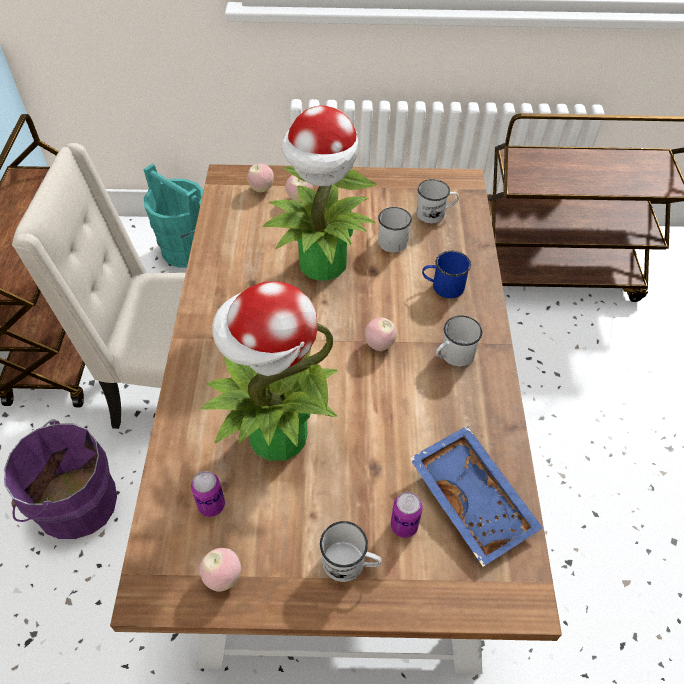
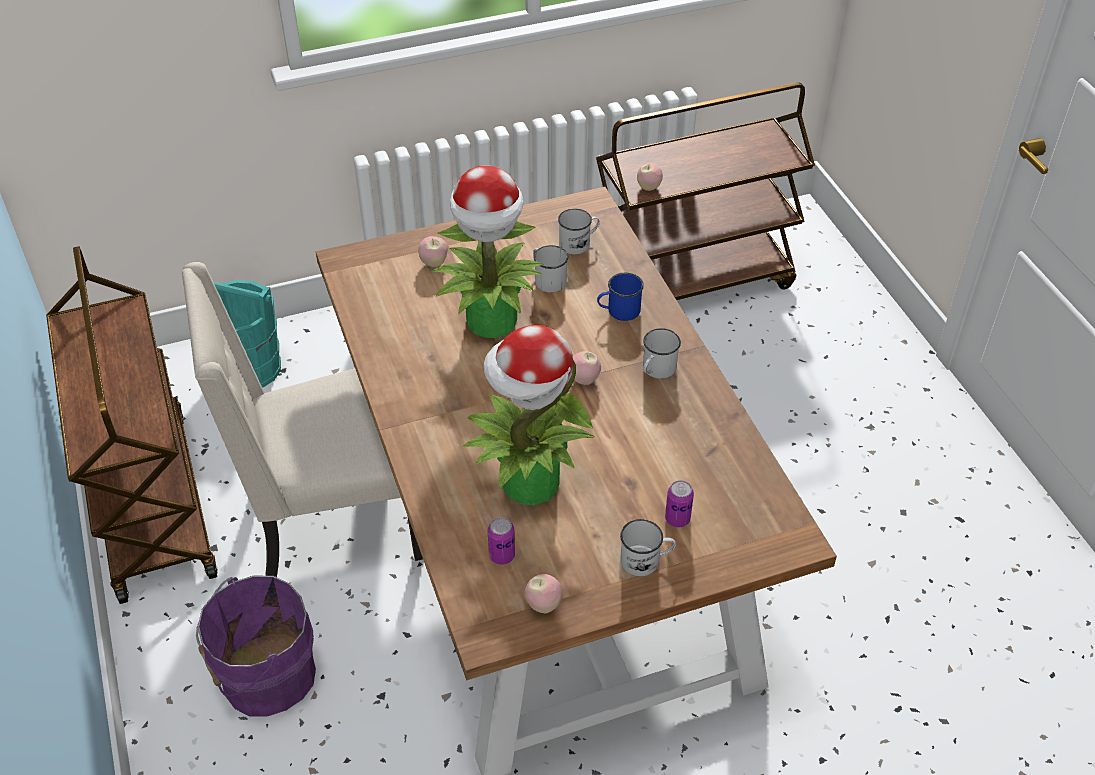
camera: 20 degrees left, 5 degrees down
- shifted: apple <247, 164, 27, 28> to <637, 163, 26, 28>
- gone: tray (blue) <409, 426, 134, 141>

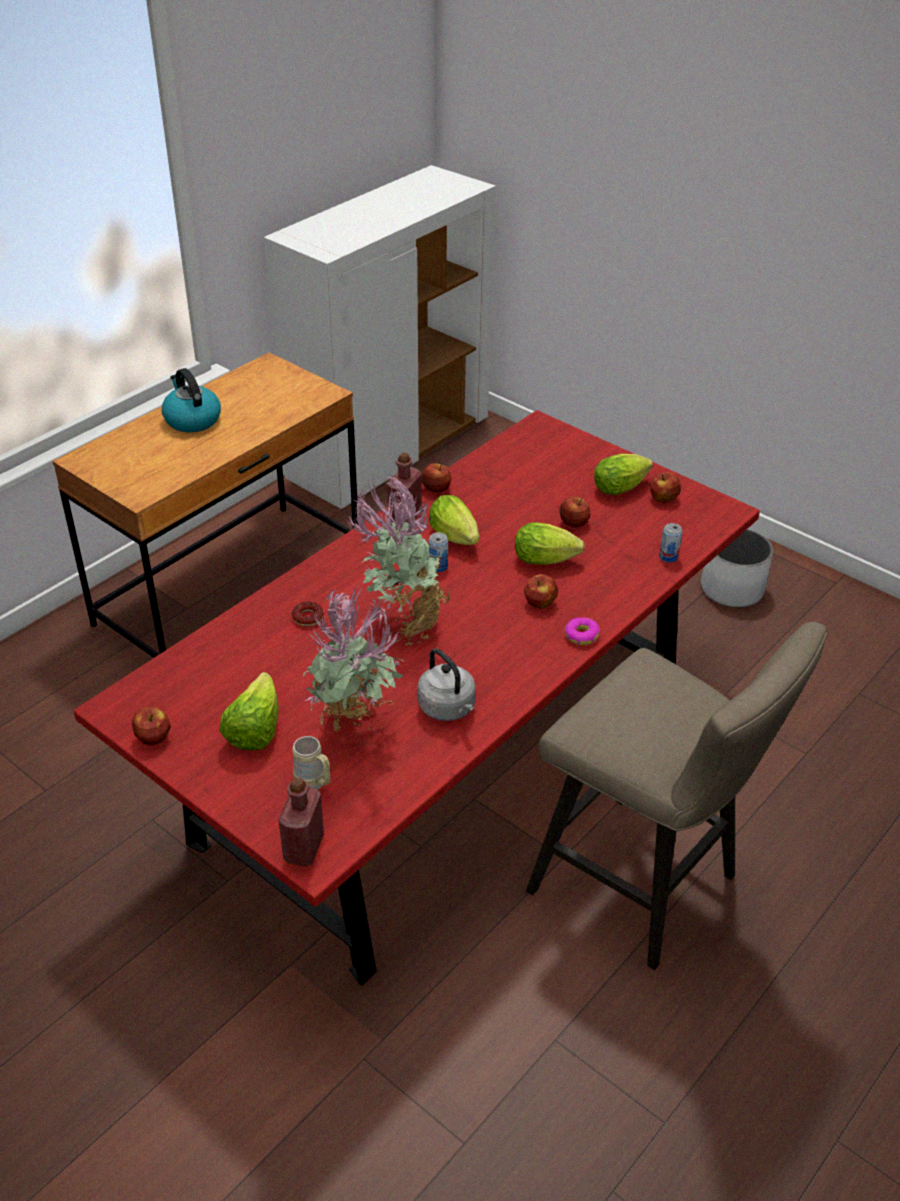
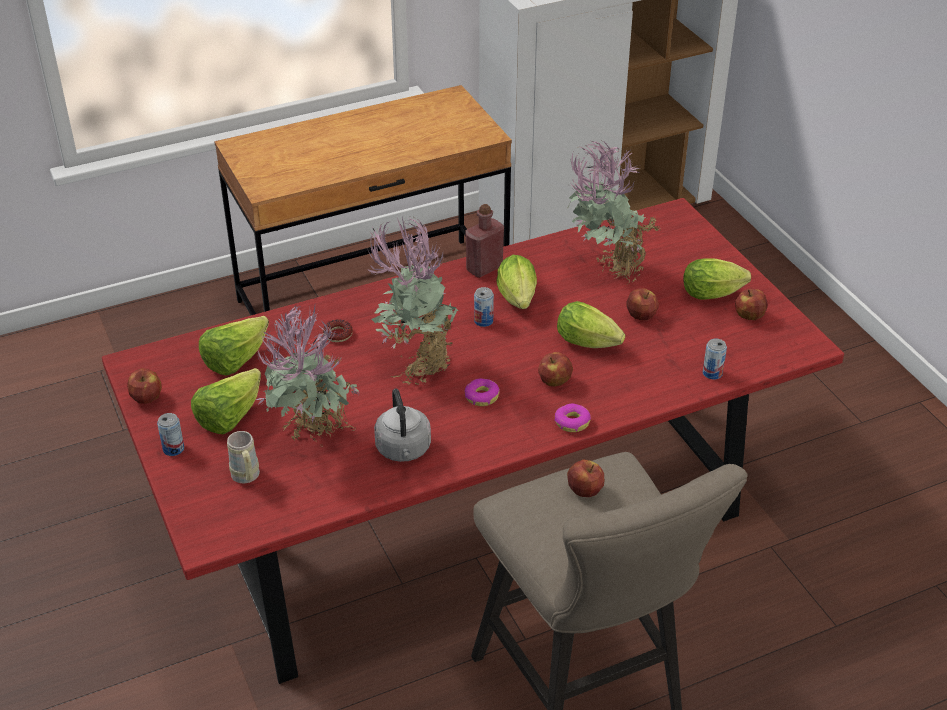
camera: 25 degrees right, 0 degrees up
- new: can <157, 413, 27, 43>
- new: lettuce <199, 316, 70, 60>
- new: donut <464, 378, 36, 28>
- new: potted plant <567, 141, 94, 143>
- shifted: apple <422, 463, 29, 30> to <567, 459, 37, 38>
- gone: kettle <162, 368, 59, 64>
- gone: bottle (red) <278, 777, 46, 89>
- gone: planter (white) <701, 529, 72, 78>

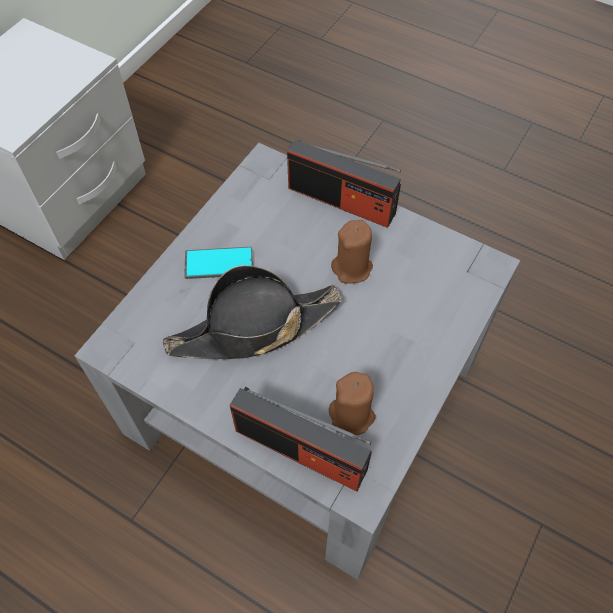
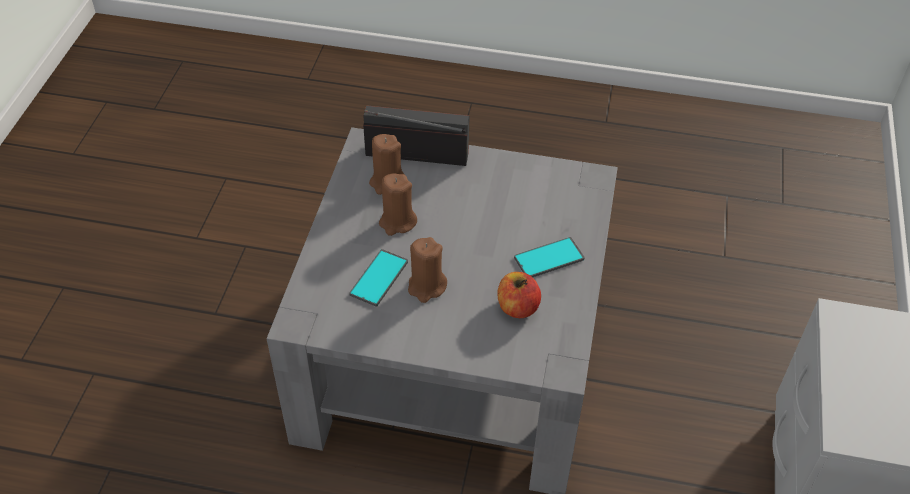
camera: 160 degrees right, 10 degrees down
- new: phone <349, 249, 59, 58>
- new: candle (brown) <379, 173, 38, 63>
- new: apple <497, 272, 44, 46>
- gone: hat (black) <163, 265, 179, 95>
- gone: radio <287, 139, 114, 89>

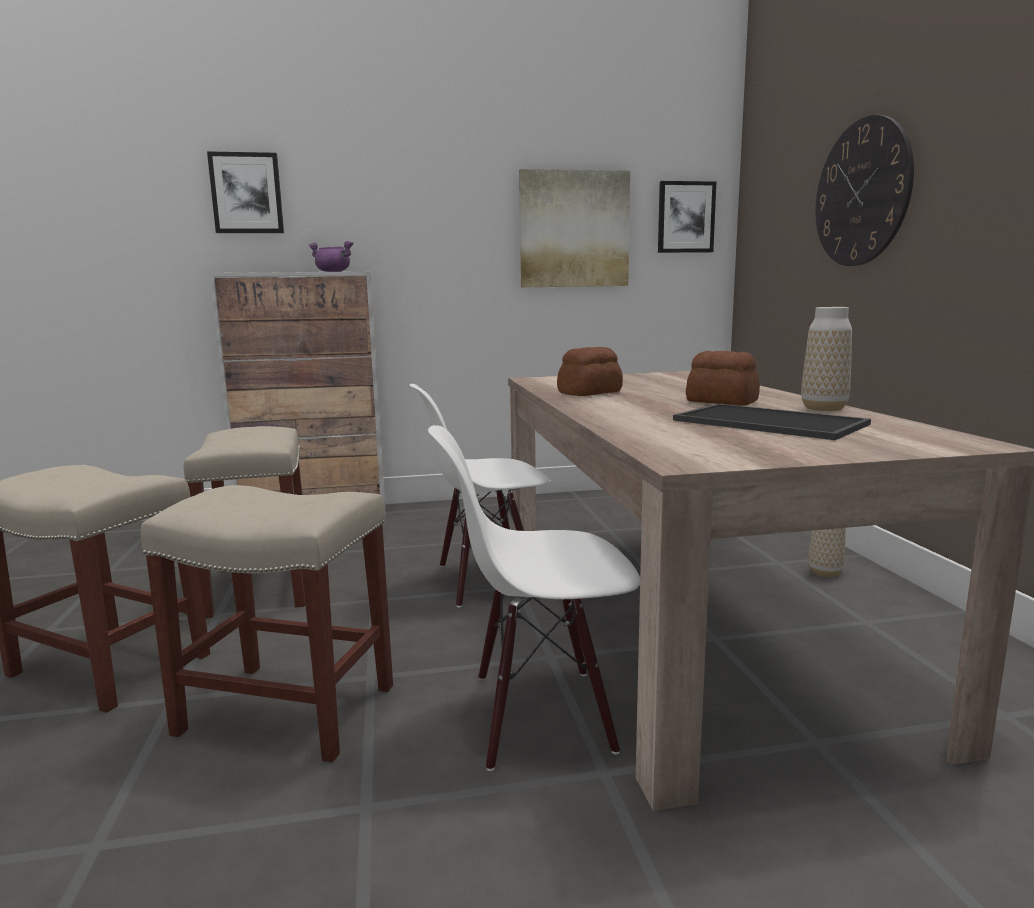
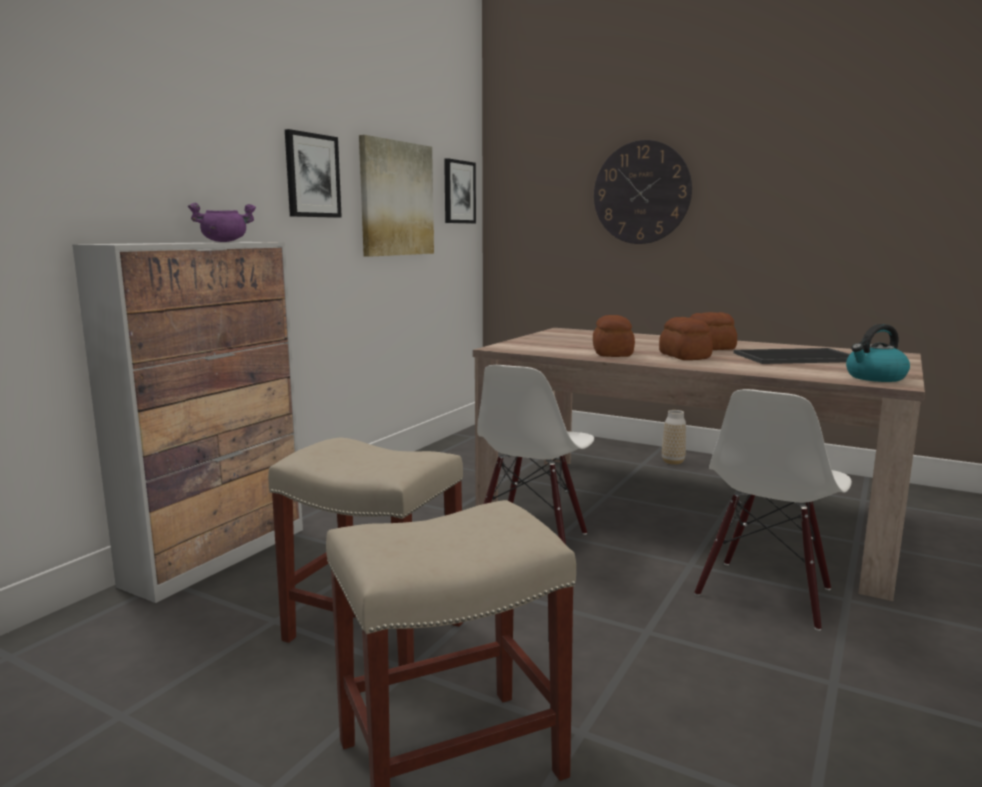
camera: 50 degrees left, 0 degrees up
- shifted: picture <207, 151, 77, 82> to <285, 129, 57, 89>
- new: bread <659, 317, 54, 43>
- new: kettle <846, 324, 64, 58>
- gone: stool (beige) <141, 485, 252, 278>
- gone: vase <801, 307, 51, 104>

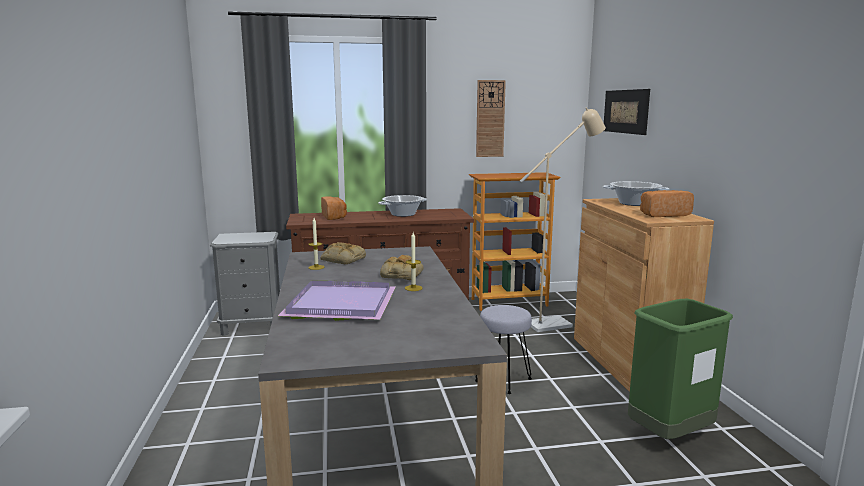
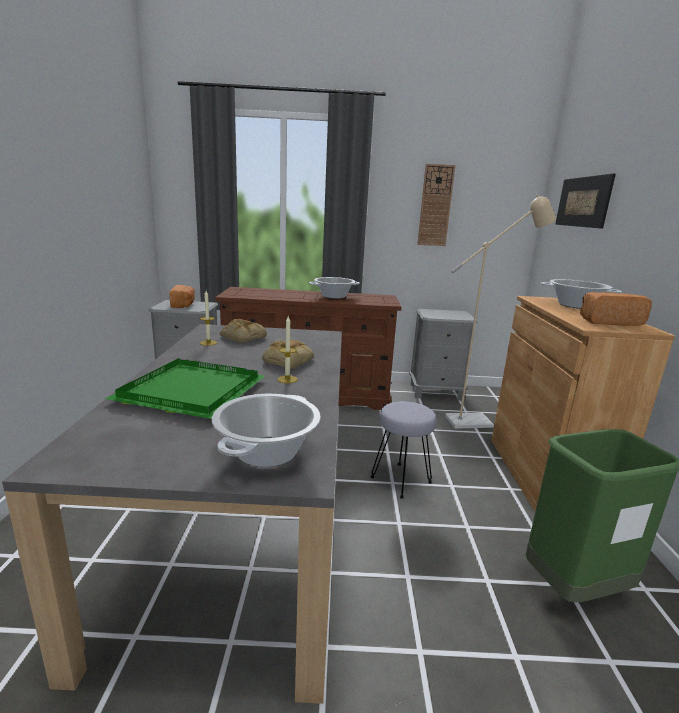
camera: 10 degrees right, 5 degrees up
- repainted: tray (purple) <278, 280, 118, 41> to tray (green) <105, 358, 160, 61>
- shifted: bread <321, 197, 26, 23> to <169, 285, 26, 23>
- new: cooking pot <212, 394, 109, 73>
- swapped: bookcase <469, 172, 91, 139> to nightstand (grey) <409, 309, 69, 92>

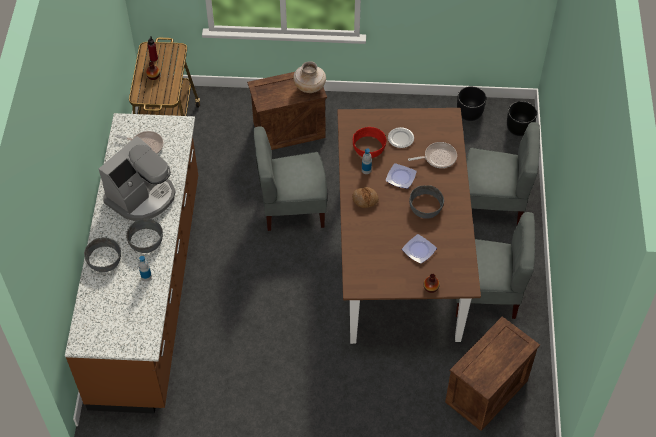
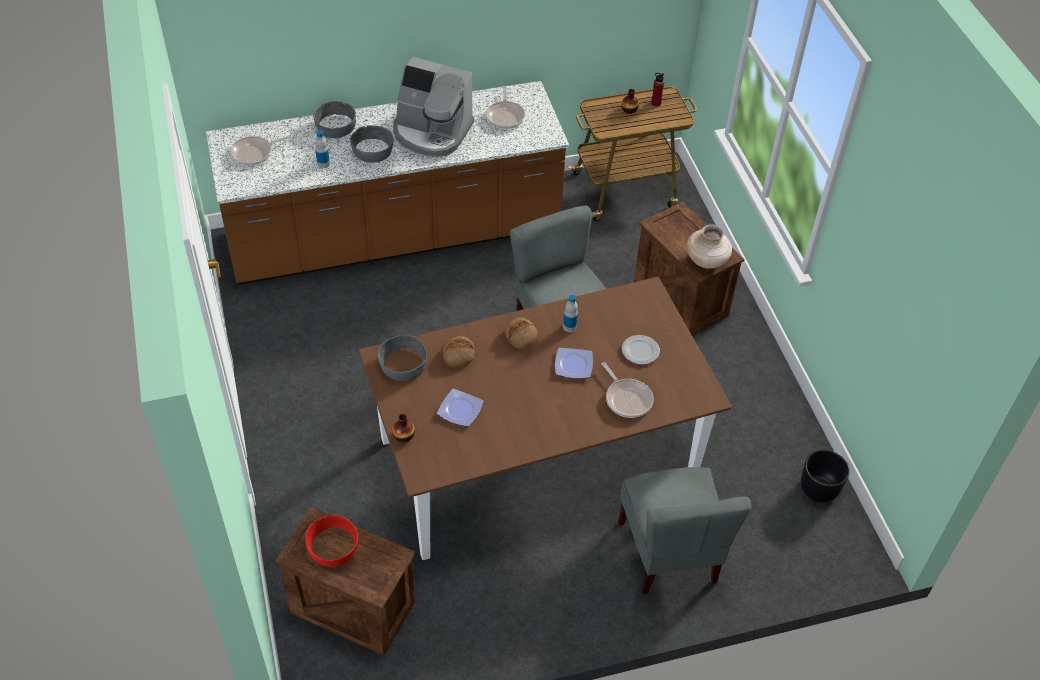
camera: 70 degrees right, 5 degrees down
- new: frying pan <230, 135, 62, 31>
- shifted: bowl (red) <353, 127, 33, 31> to <306, 515, 52, 52>
- shifted: bowl (grey) <409, 185, 35, 34> to <377, 335, 50, 46>
- new: bread <443, 336, 32, 31>
- gone: chair (grey) <456, 212, 80, 107>
- gone: planter (black) <507, 101, 30, 35>

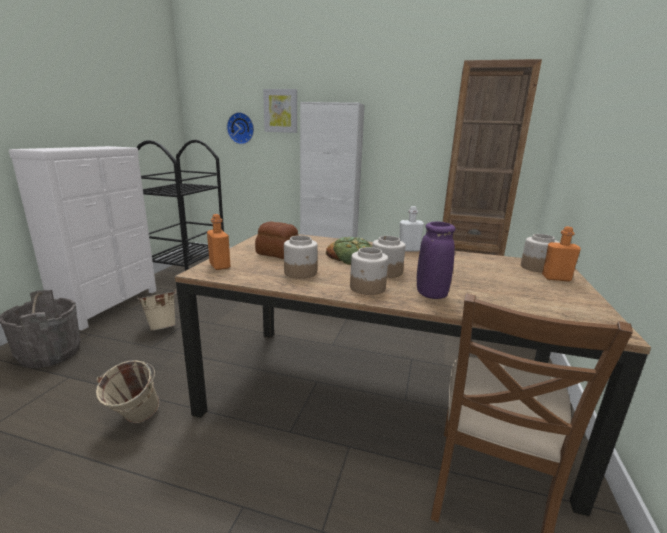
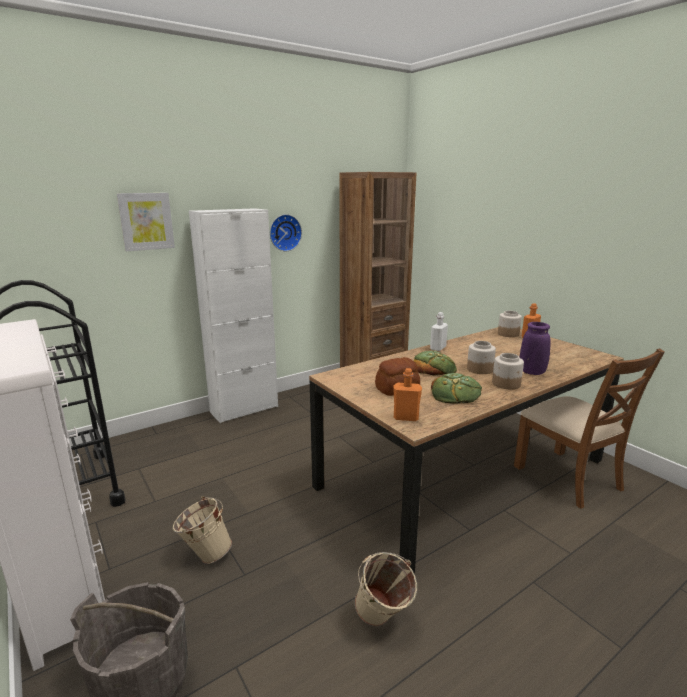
camera: 50 degrees left, 0 degrees up
- shifted: wall clock <227, 112, 27, 32> to <270, 214, 32, 37>
- swapped: jar <284, 235, 34, 44> to bread <431, 373, 51, 31>

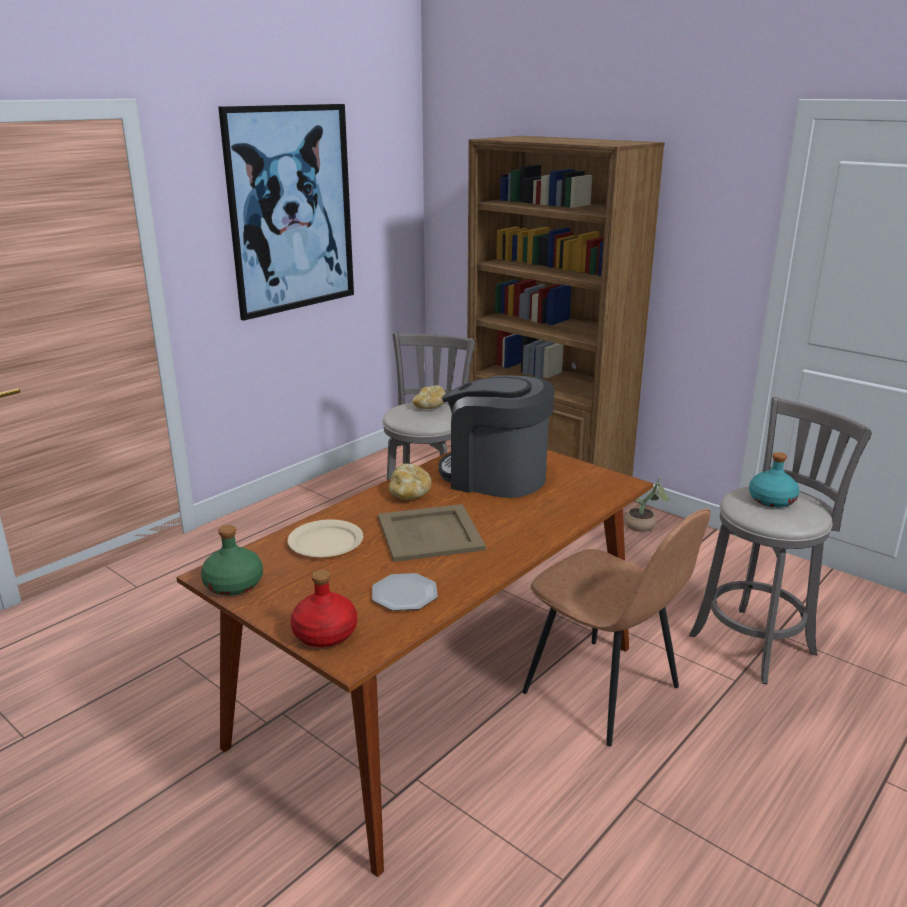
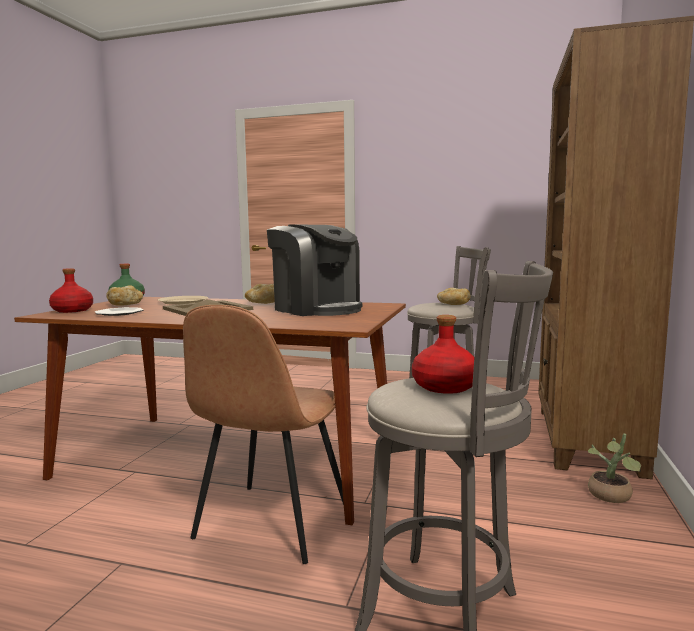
camera: 65 degrees right, 15 degrees down
- new: bread <106, 285, 37, 21>
- rotated: coffee machine <438, 375, 116, 123> = <267, 225, 95, 91> 135 degrees clockwise
- repainted: bottle (turquoise) <749, 452, 50, 56> to bottle (red) <412, 315, 63, 79>
- gone: picture <218, 104, 136, 217>

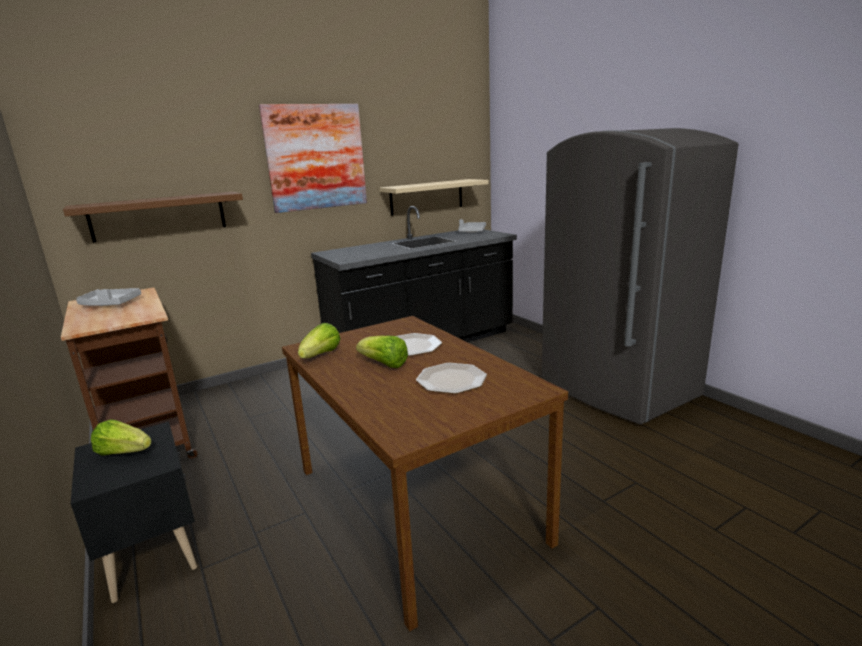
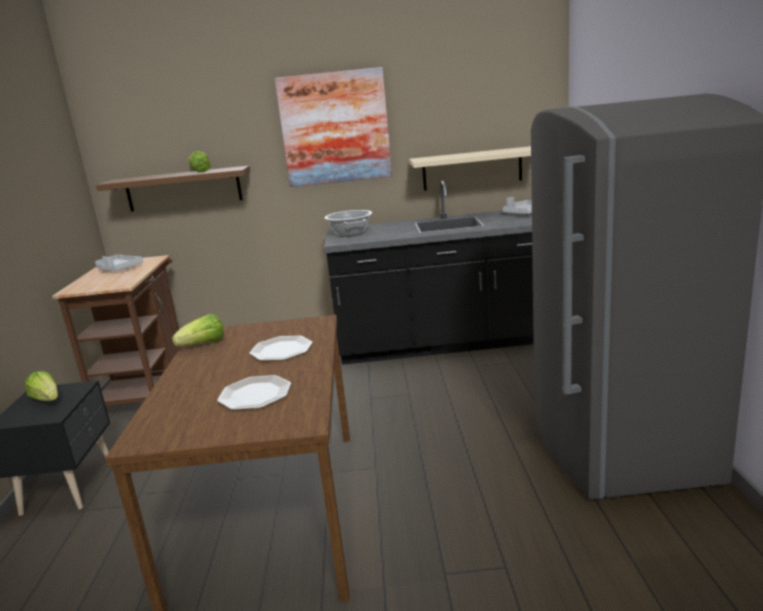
camera: 30 degrees right, 0 degrees up
- shifted: lettuce <356, 336, 52, 32> to <189, 151, 22, 21>
- new: cooking pot <325, 210, 47, 27>

